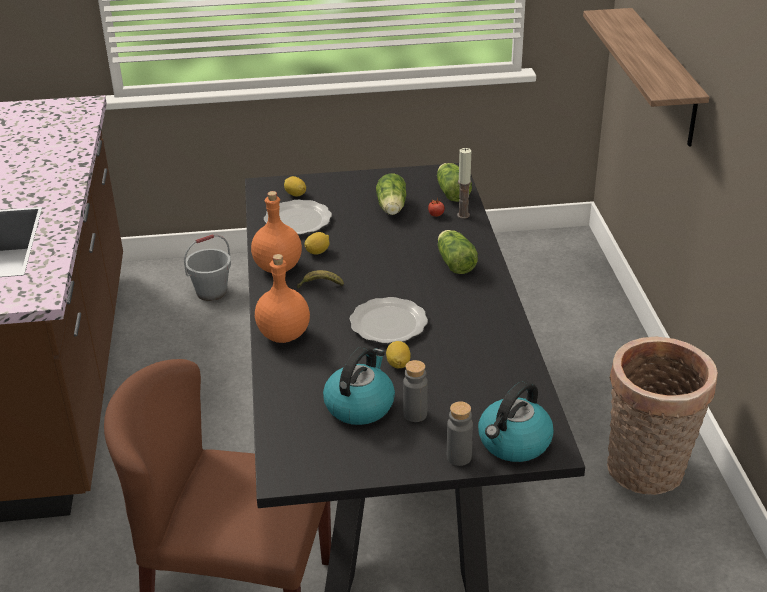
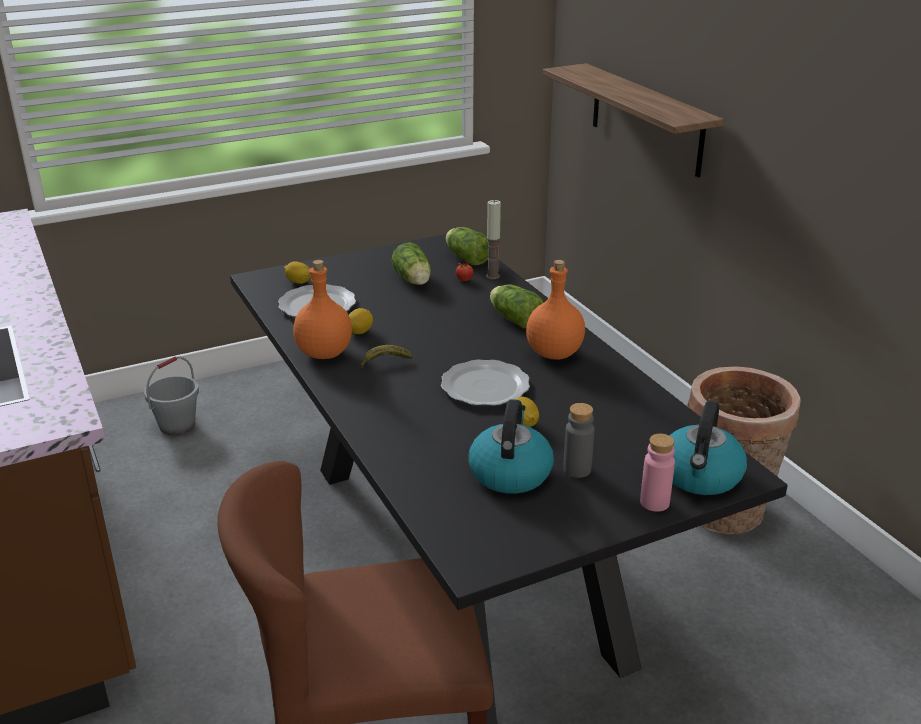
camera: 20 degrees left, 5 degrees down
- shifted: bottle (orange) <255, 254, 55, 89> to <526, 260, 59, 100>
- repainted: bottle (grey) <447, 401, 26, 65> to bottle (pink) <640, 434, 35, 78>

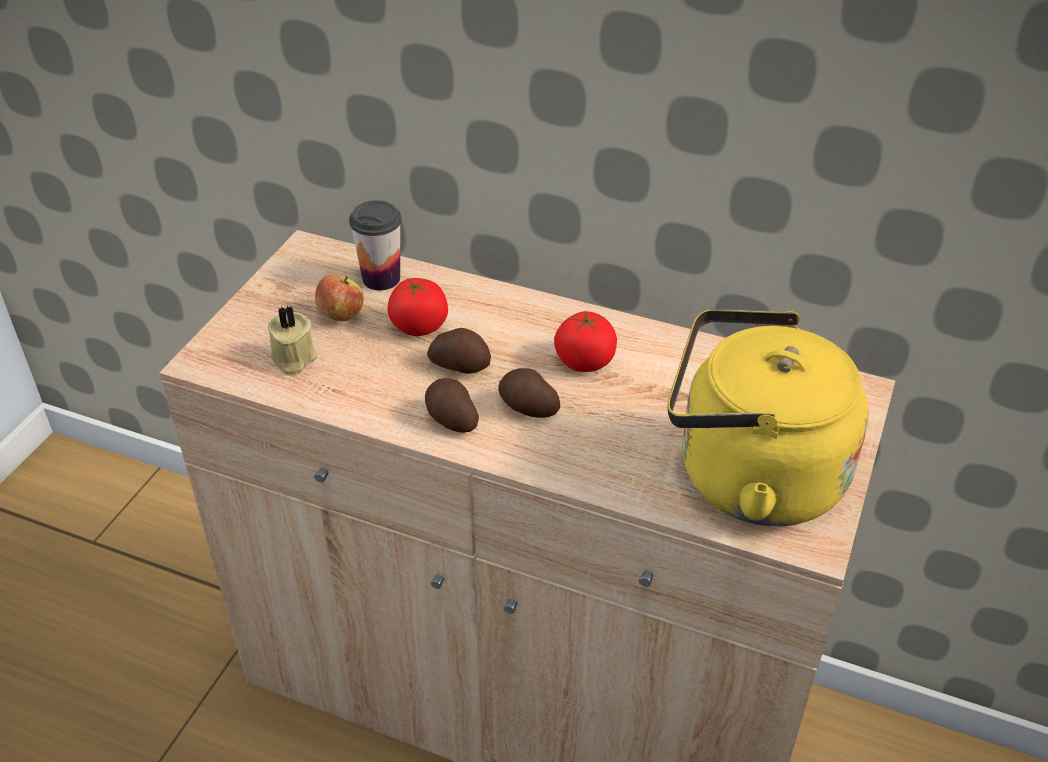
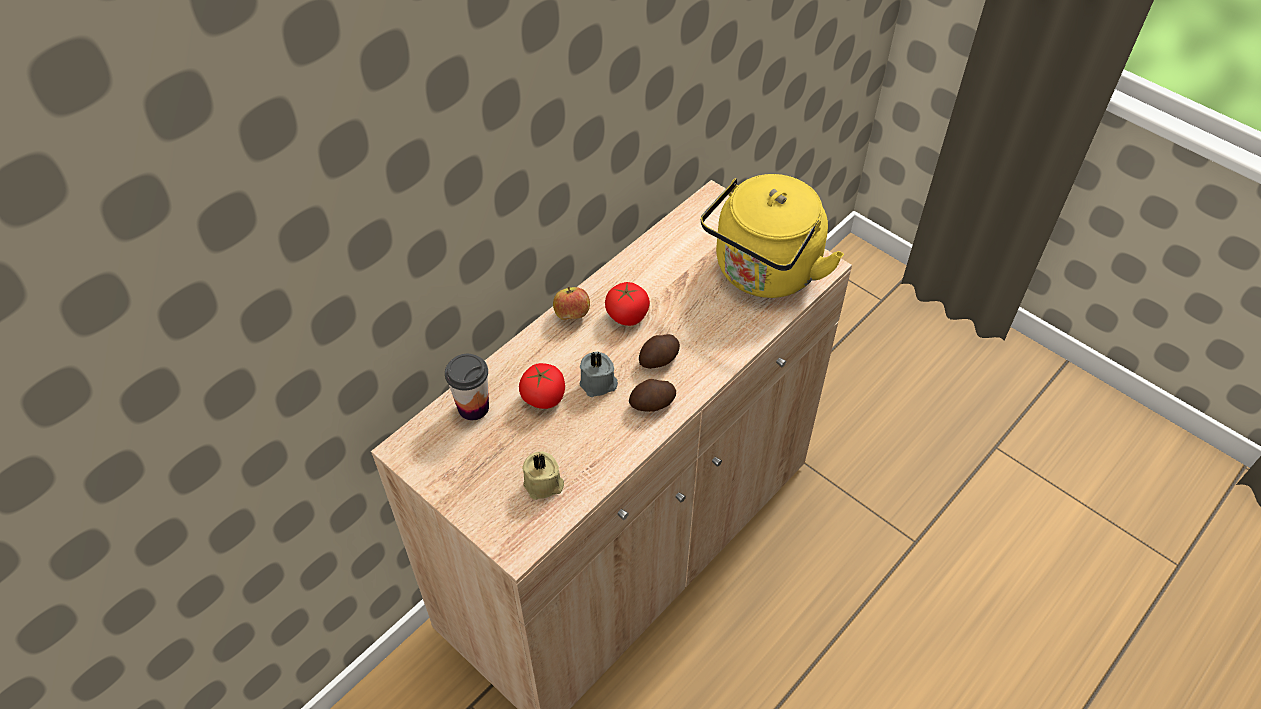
camera: 70 degrees left, 10 degrees up
- shifted: apple <315, 274, 49, 47> to <553, 287, 37, 33>
- swapped: potato <427, 328, 64, 46> to candle (grey) <580, 352, 38, 45>

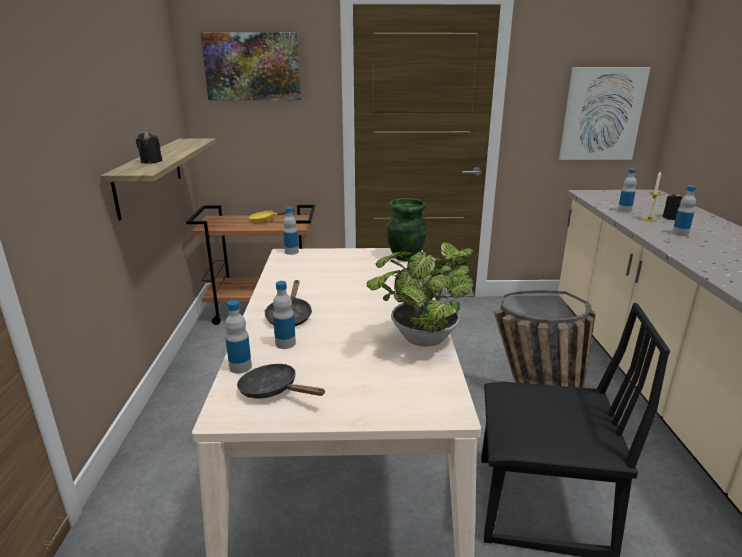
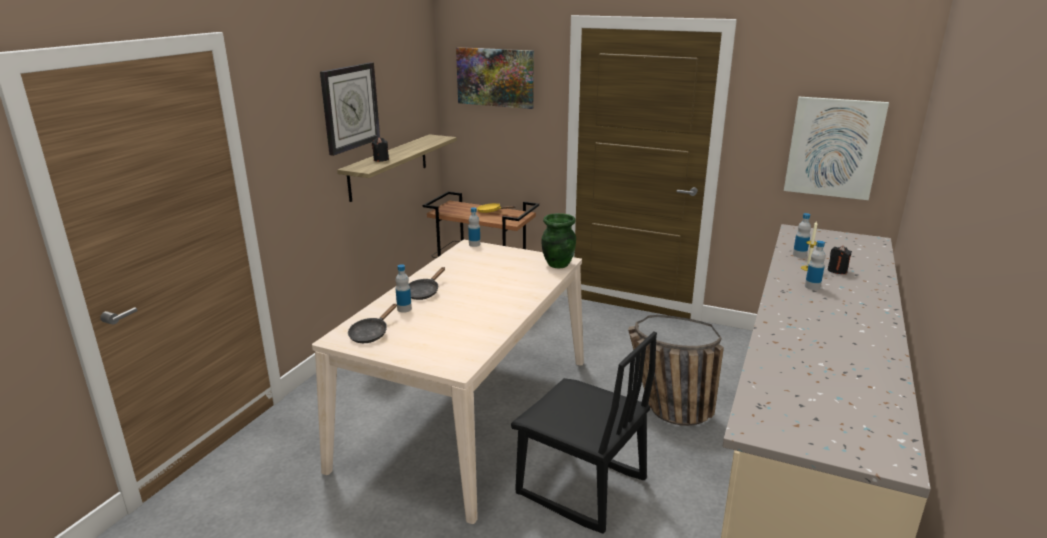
camera: 25 degrees right, 0 degrees up
- new: wall clock <320, 62, 60, 94>
- rotated: frying pan (black) <237, 364, 88, 35> = <348, 304, 49, 39> 120 degrees counterclockwise
- gone: bottle <225, 300, 27, 73>
- gone: potted plant <367, 242, 106, 105>

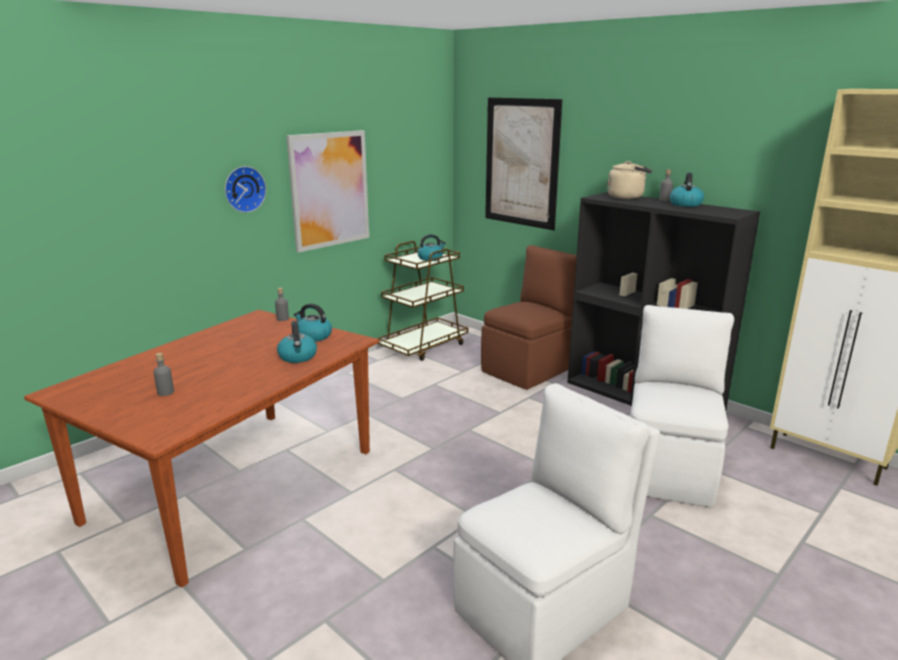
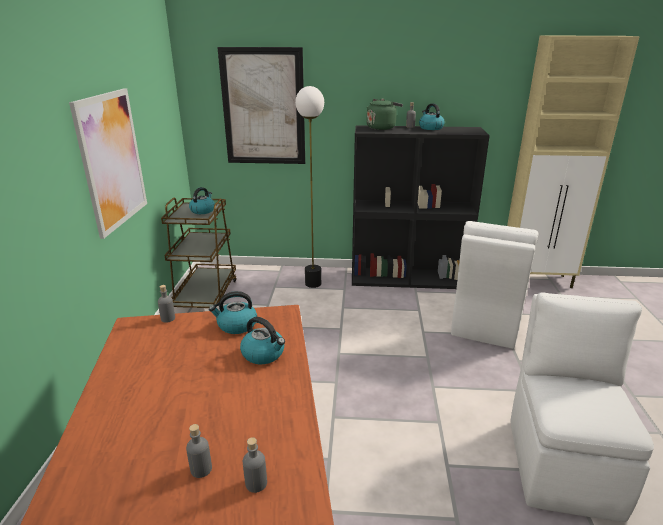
camera: 40 degrees left, 5 degrees up
- new: bottle (grey) <243, 437, 24, 56>
- swapped: chair (brown) <481, 245, 96, 145> to floor lamp <295, 86, 29, 202>
- repainted: kettle (beige) <607, 161, 45, 38> to kettle (green) <367, 98, 36, 32>
- rotated: chair (white) <630, 305, 104, 202> = <451, 221, 87, 128> 135 degrees counterclockwise
- gone: wall clock <225, 166, 41, 47>

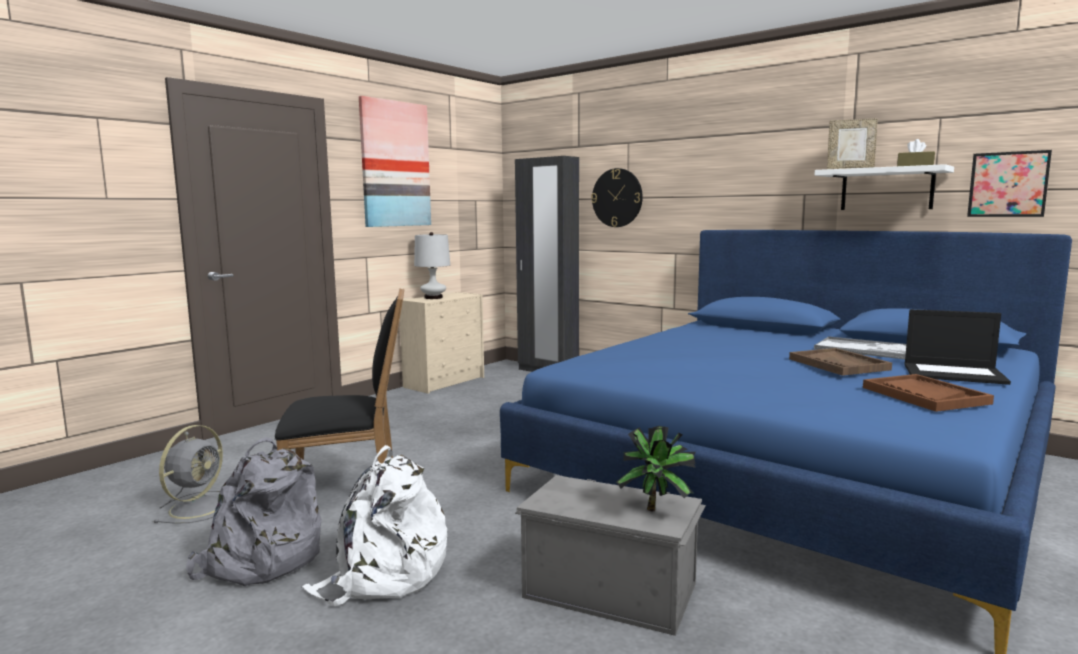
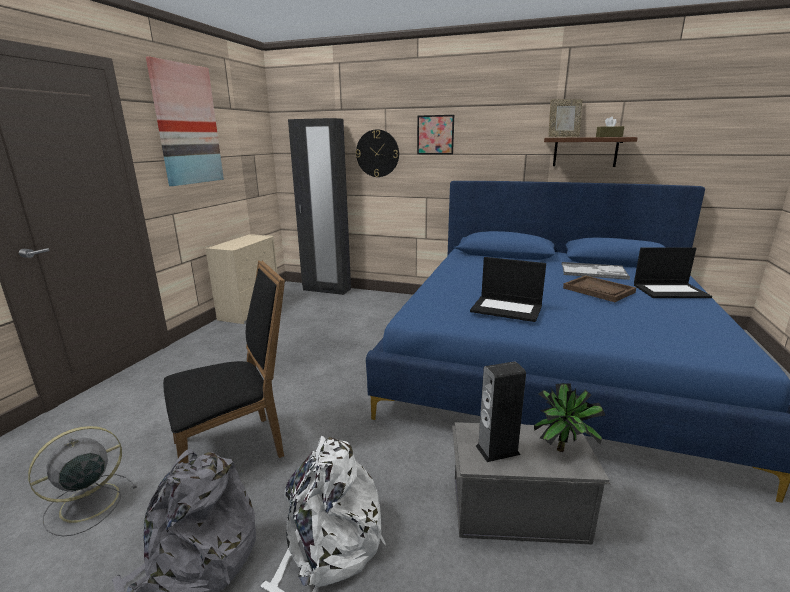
camera: 20 degrees left, 10 degrees up
- rotated: fan (grey) <153, 425, 70, 99> = <28, 426, 109, 110> 135 degrees counterclockwise
- shifted: picture <967, 150, 85, 67> to <417, 115, 37, 39>
- new: laptop <470, 257, 76, 65>
- new: speaker <476, 361, 50, 101>
- repainted: shelf (white) <815, 164, 139, 46> to shelf (brown) <544, 137, 94, 30>
- gone: table lamp (white) <414, 232, 36, 67>
- gone: tray (brown) <863, 374, 131, 38>

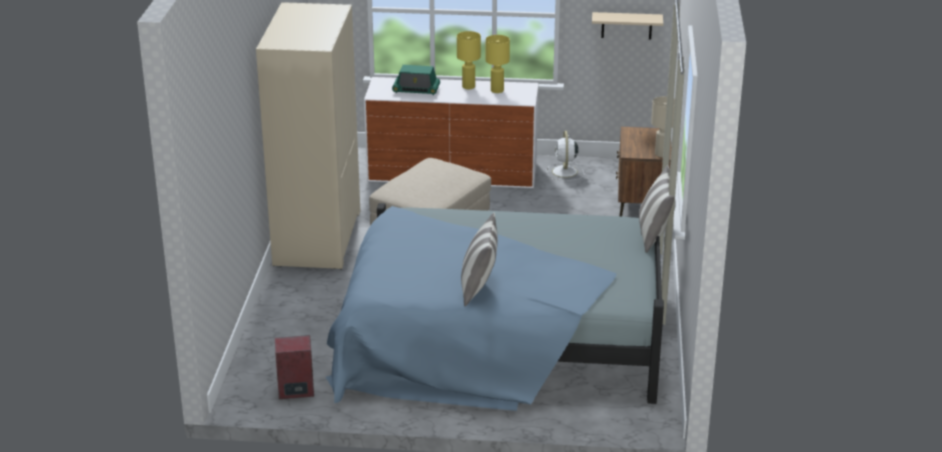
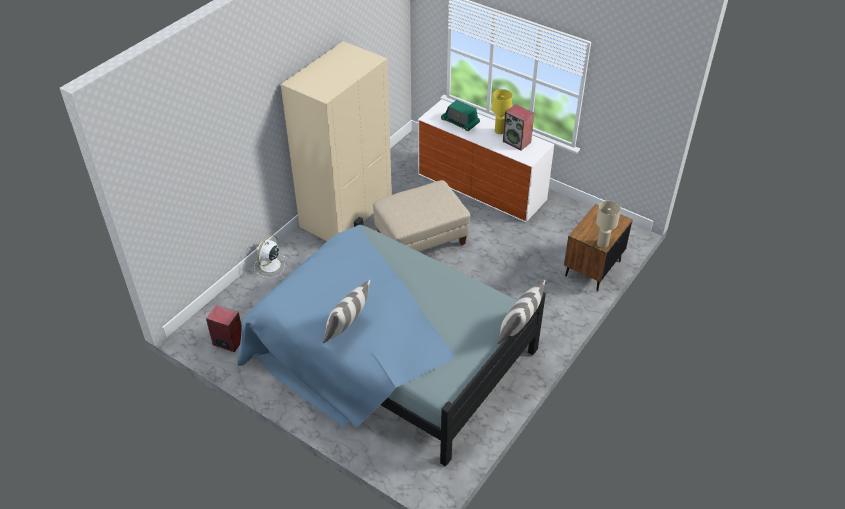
camera: 30 degrees right, 15 degrees up
- shifted: fan (white) <547, 131, 37, 50> to <254, 235, 31, 43>
- swapped: table lamp (yellow) <486, 35, 24, 58> to speaker <503, 104, 31, 46>
- gone: shelf (beige) <592, 12, 71, 28>

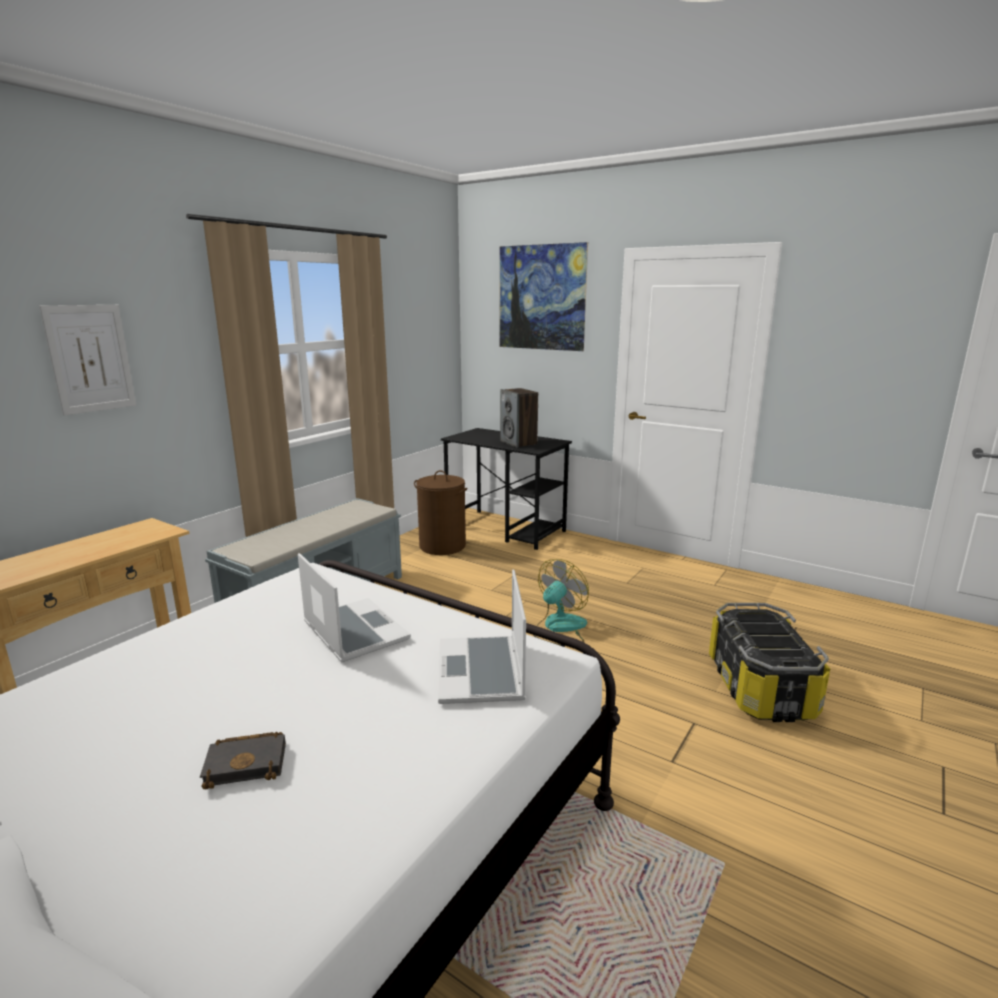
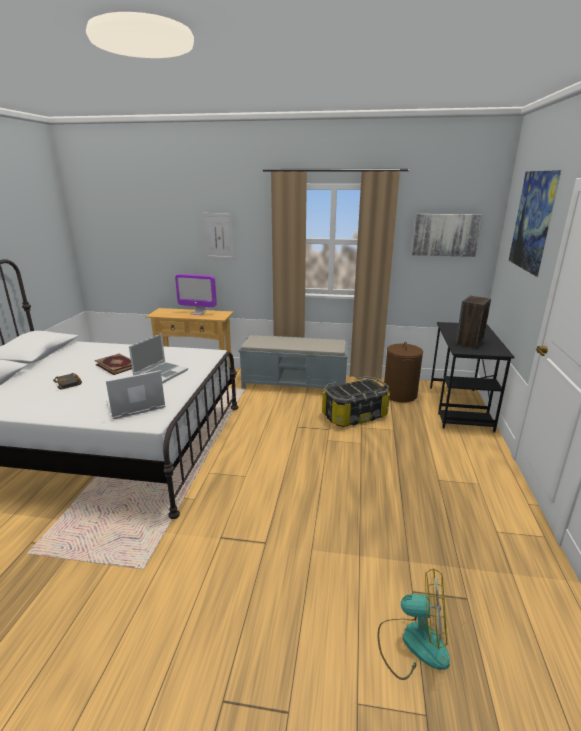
camera: 65 degrees right, 5 degrees up
- new: book <95, 354, 37, 21>
- new: monitor <175, 274, 42, 41>
- shifted: storage box <709, 603, 121, 119> to <322, 376, 68, 51>
- shifted: fan <533, 559, 56, 86> to <378, 568, 72, 112>
- new: picture <412, 214, 70, 43>

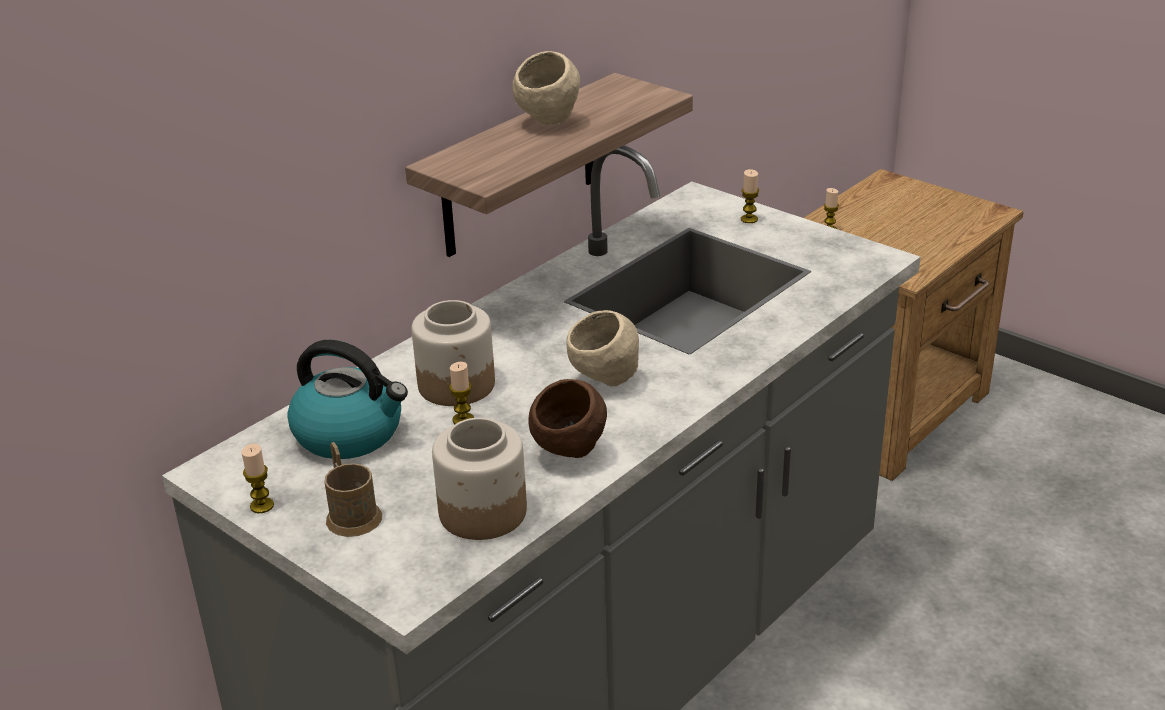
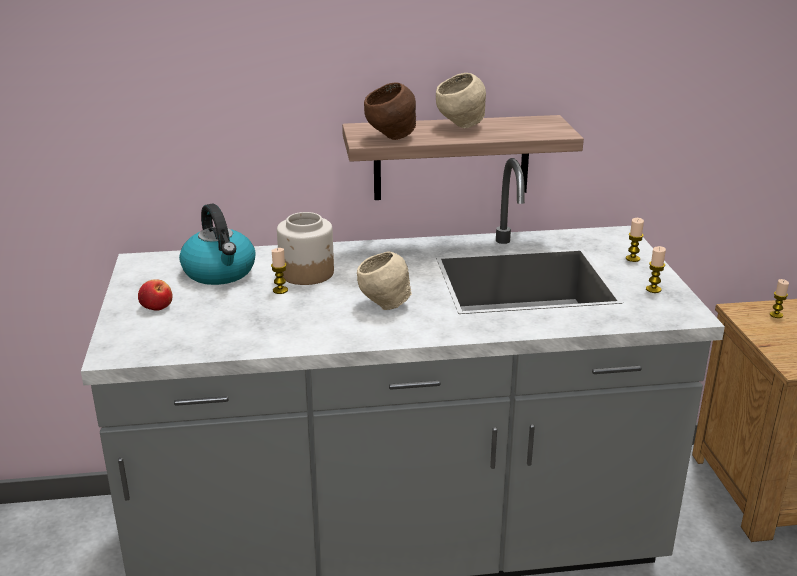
camera: 40 degrees right, 5 degrees down
- swapped: mug (brown) <324, 442, 58, 95> to apple <138, 280, 34, 31>
- shifted: bowl (brown) <528, 379, 79, 80> to <364, 82, 52, 58>
- shifted: candle <241, 444, 33, 69> to <646, 246, 20, 47>
- gone: jar <432, 418, 95, 122>

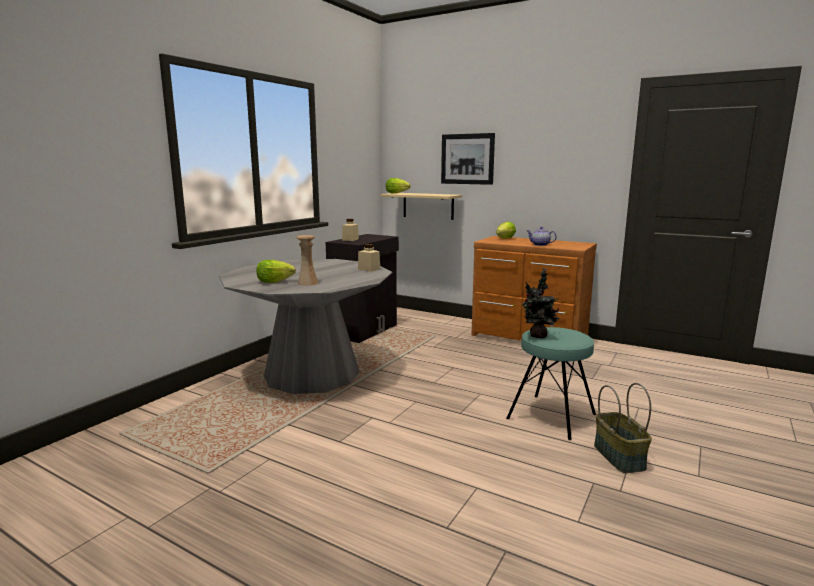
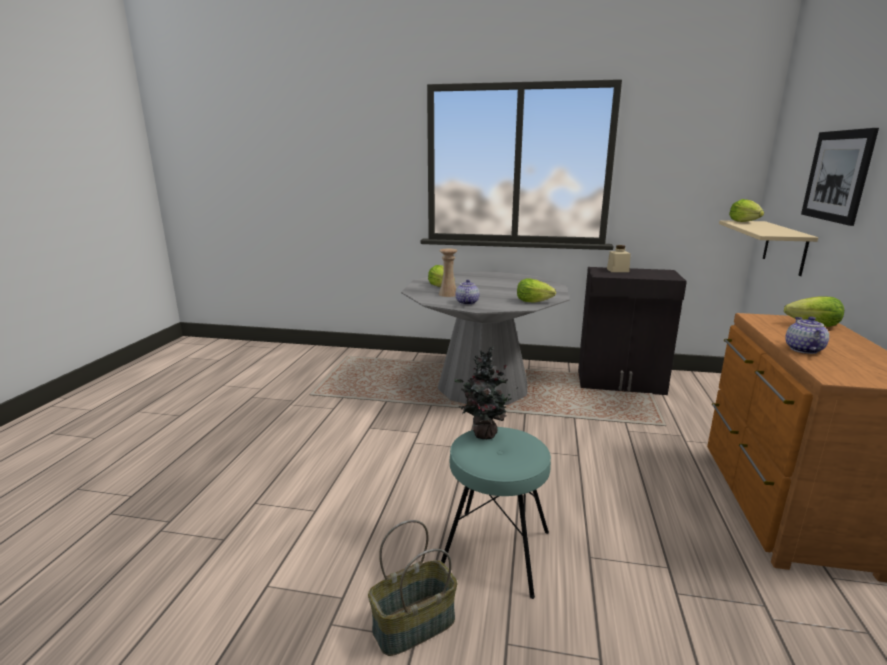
camera: 70 degrees right, 5 degrees up
- new: teapot <455, 280, 24, 25>
- swapped: jar (beige) <358, 244, 22, 28> to lettuce <517, 279, 39, 24>

